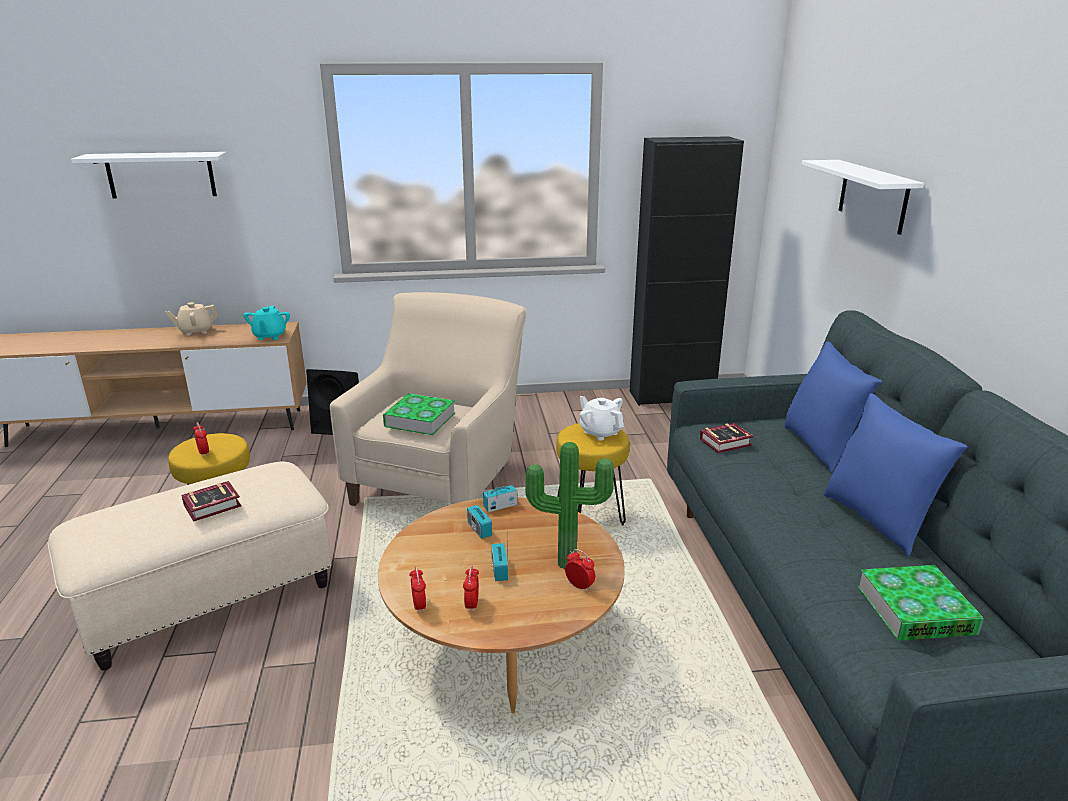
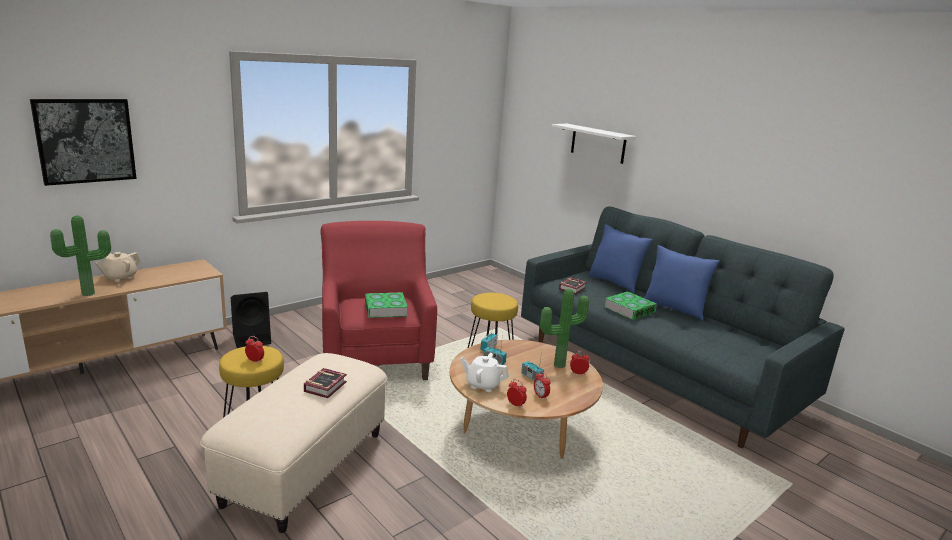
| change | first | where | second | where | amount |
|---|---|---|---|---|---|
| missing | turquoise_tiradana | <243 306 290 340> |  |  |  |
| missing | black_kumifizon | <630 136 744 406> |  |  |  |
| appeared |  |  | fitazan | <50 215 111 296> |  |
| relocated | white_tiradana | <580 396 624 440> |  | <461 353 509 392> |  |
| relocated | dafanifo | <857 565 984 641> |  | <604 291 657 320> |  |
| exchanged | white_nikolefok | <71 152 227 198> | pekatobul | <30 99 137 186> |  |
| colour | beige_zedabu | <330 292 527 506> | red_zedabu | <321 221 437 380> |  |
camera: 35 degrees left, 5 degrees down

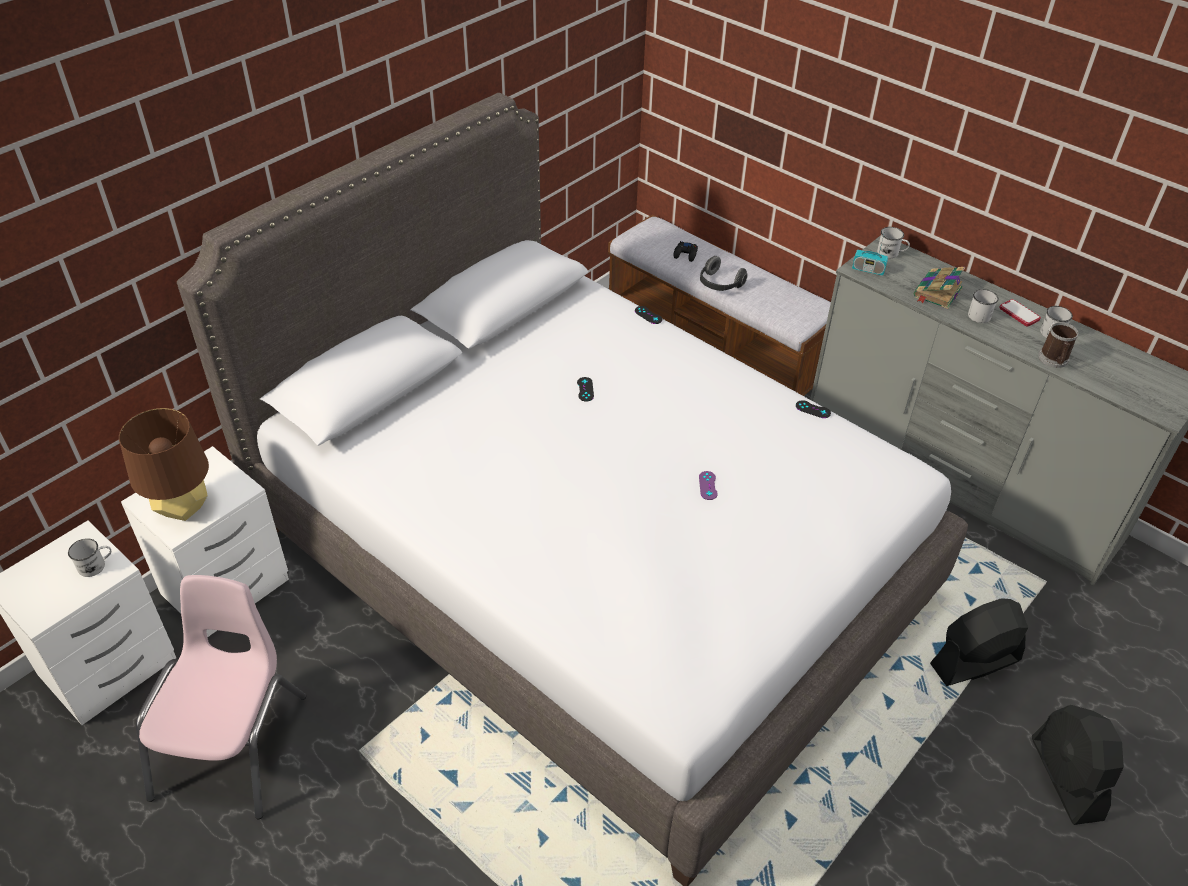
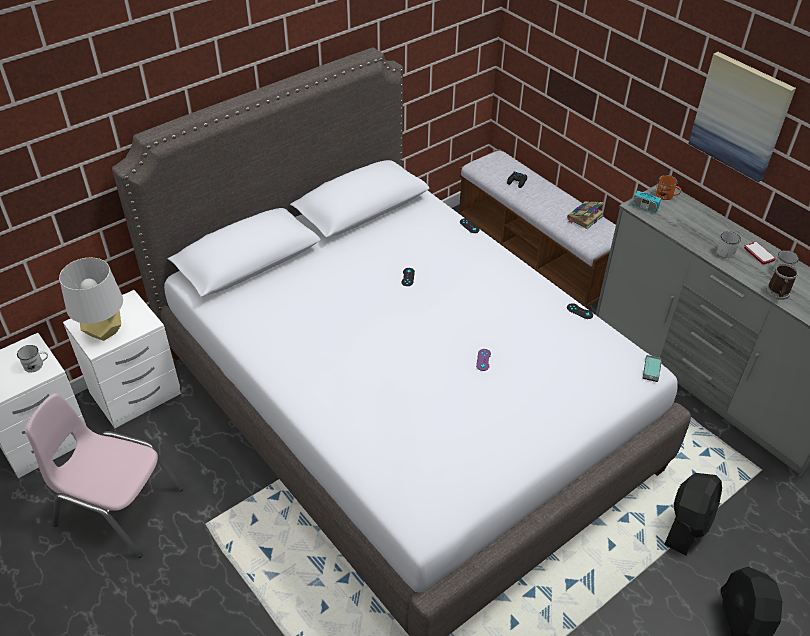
| change | first | where | second | where | amount |
|---|---|---|---|---|---|
| missing | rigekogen | <700 256 748 291> |  |  |  |
| appeared |  |  | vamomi | <643 355 662 382> |  |
| appeared |  |  | pekatobul | <688 52 796 182> |  |
| relocated | dafanifo | <914 267 965 309> |  | <567 201 604 229> |  |
| colour | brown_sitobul | <119 408 209 521> | grey_sitobul | <59 258 123 341> |  |
| colour | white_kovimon | <877 227 910 258> | orange_kovimon | <656 175 681 200> |  |
| spun | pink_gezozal | <136 575 306 819> |  | <25 393 183 558> | 90 degrees counterclockwise |
| spun | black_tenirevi | <930 598 1028 686> |  | <664 473 722 556> | 135 degrees clockwise |
camera: 10 degrees right, 0 degrees up

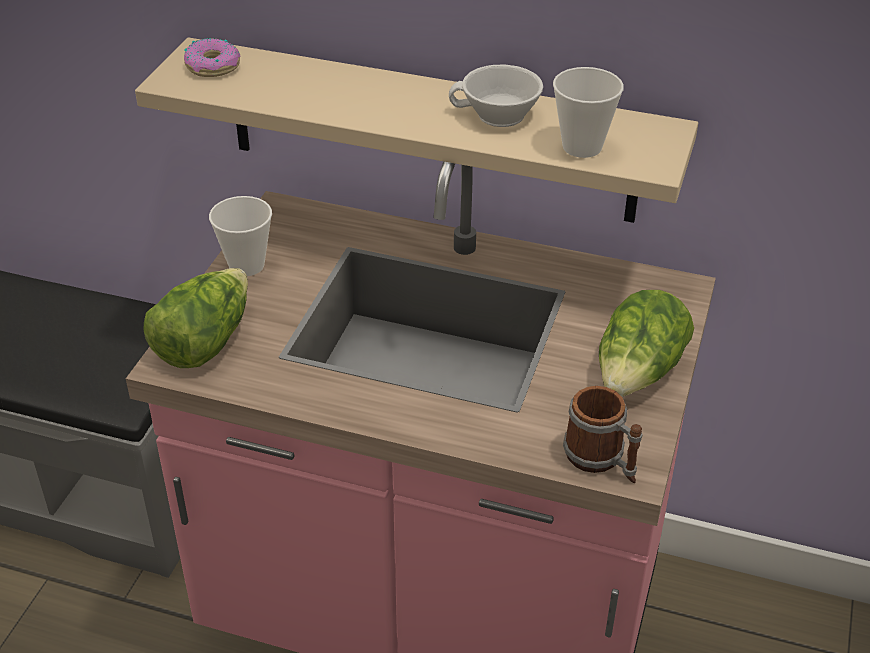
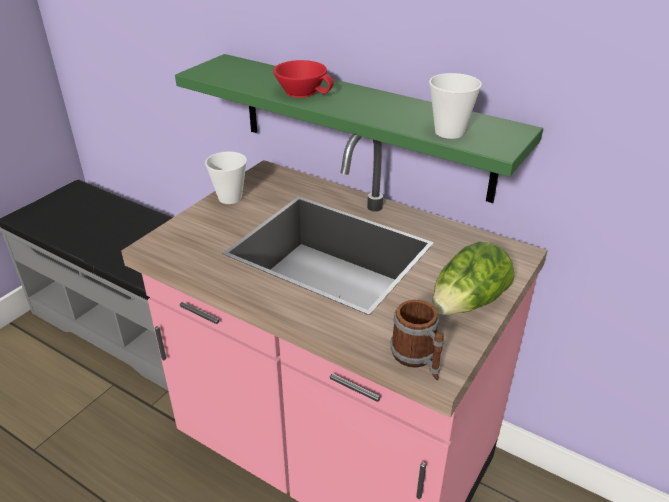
| change | first | where | second | where | amount |
|---|---|---|---|---|---|
| missing | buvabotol | <143 268 248 368> |  |  |  |
| missing | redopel | <184 38 241 77> |  |  |  |
| missing | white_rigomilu | <449 65 543 127> |  |  |  |
| appeared |  |  | red_rigomilu | <273 60 333 98> |  |
| colour | beige_nikolefok | <135 37 698 223> | green_nikolefok | <175 54 543 203> |  |
camera: 15 degrees right, 5 degrees down

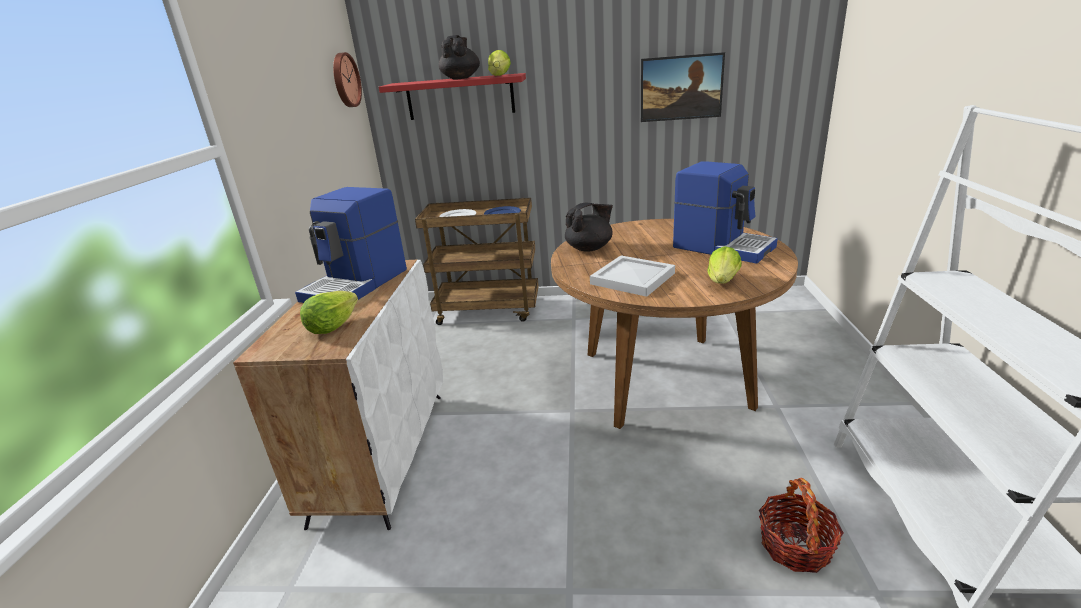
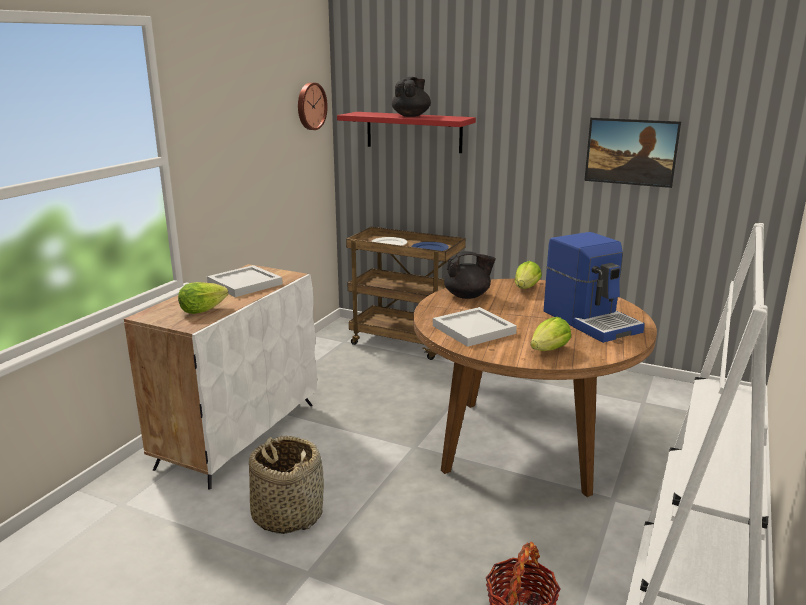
| change | first | where | second | where | amount |
|---|---|---|---|---|---|
| appeared |  |  | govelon | <249 436 324 534> |  |
| relocated | buvabotol | <488 50 511 76> |  | <515 261 542 289> |  |
| exchanged | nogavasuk | <295 187 407 303> | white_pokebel | <207 265 282 297> |  |
camera: 20 degrees right, 5 degrees down

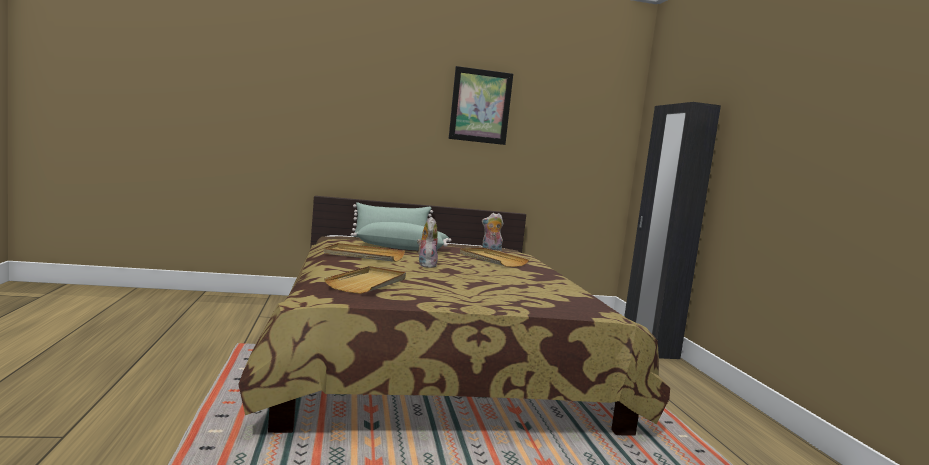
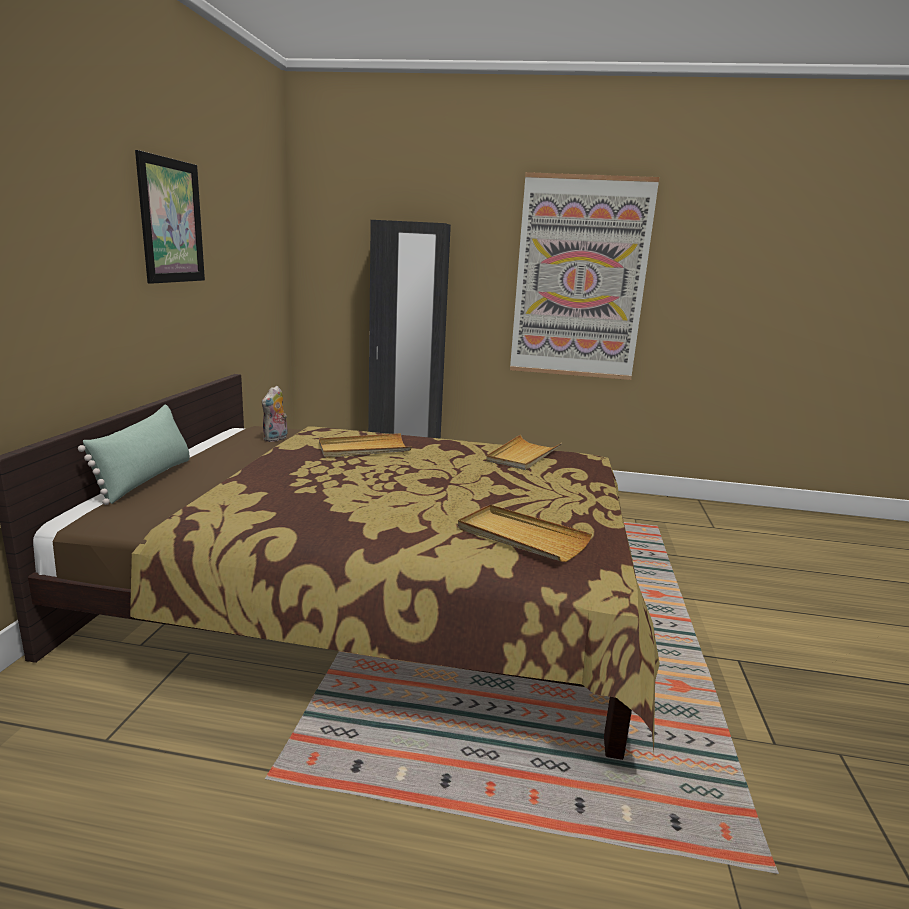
| change | first | where | second | where | amount |
|---|---|---|---|---|---|
| missing | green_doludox | <353 222 451 250> |  |  |  |
| missing | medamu | <417 217 438 268> |  |  |  |
| appeared |  |  | pekatobul | <510 172 660 380> |  |
| relocated | beige_pokebel | <324 243 405 262> |  | <486 435 562 470> |  |
camera: 70 degrees left, 10 degrees up

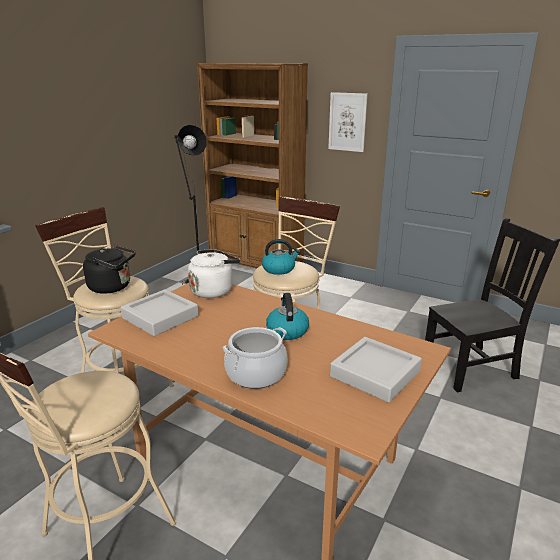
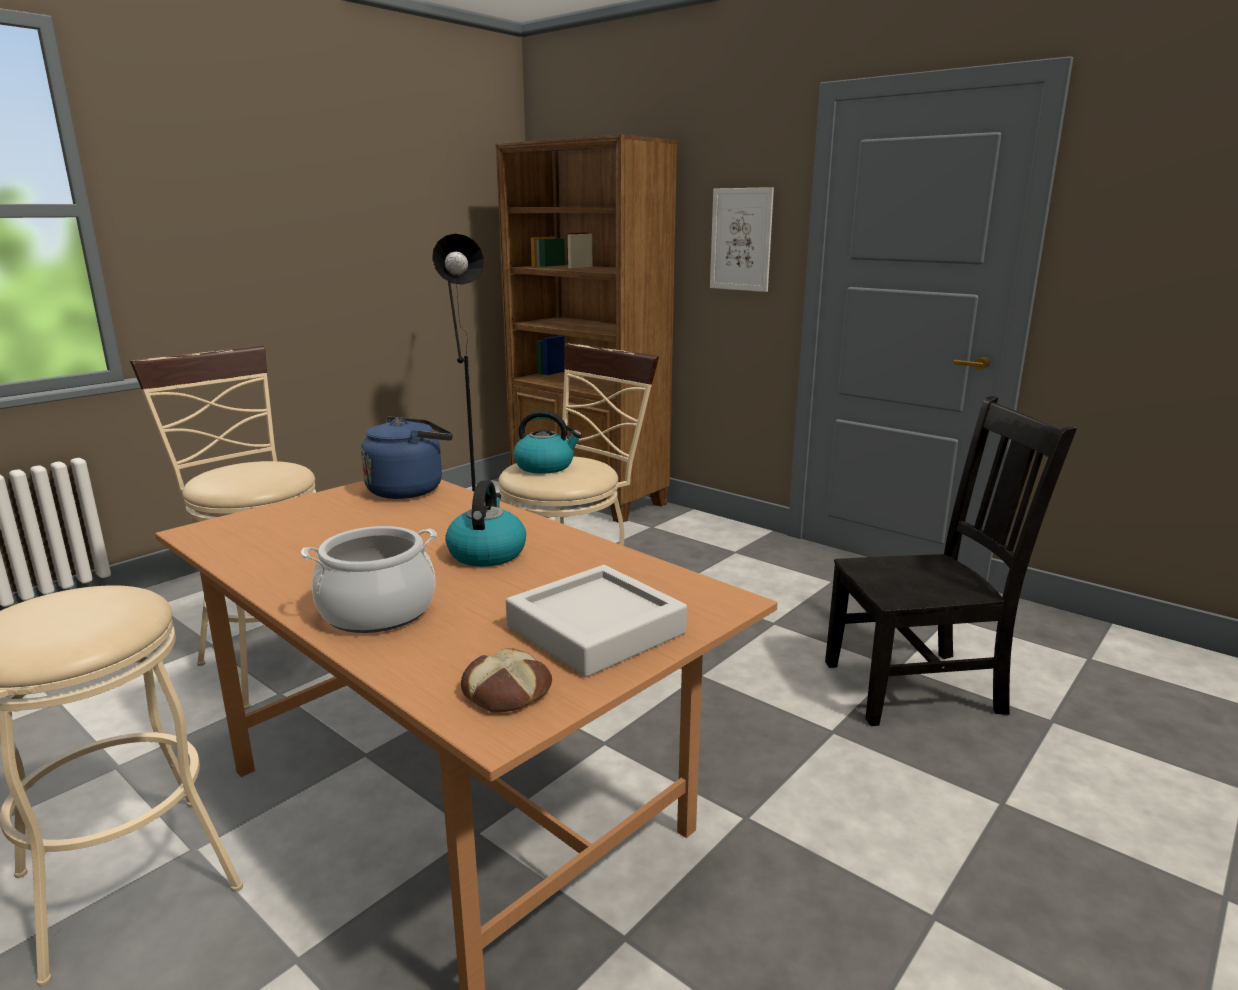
| change | first | where | second | where | amount |
|---|---|---|---|---|---|
| missing | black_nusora | <83 245 136 294> |  |  |  |
| missing | grey_pokebel | <121 289 199 336> |  |  |  |
| appeared |  |  | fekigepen | <461 648 552 713> |  |
| colour | white_nusora | <188 249 240 298> | blue_nusora | <361 416 453 499> |  |
camera: 10 degrees right, 5 degrees down

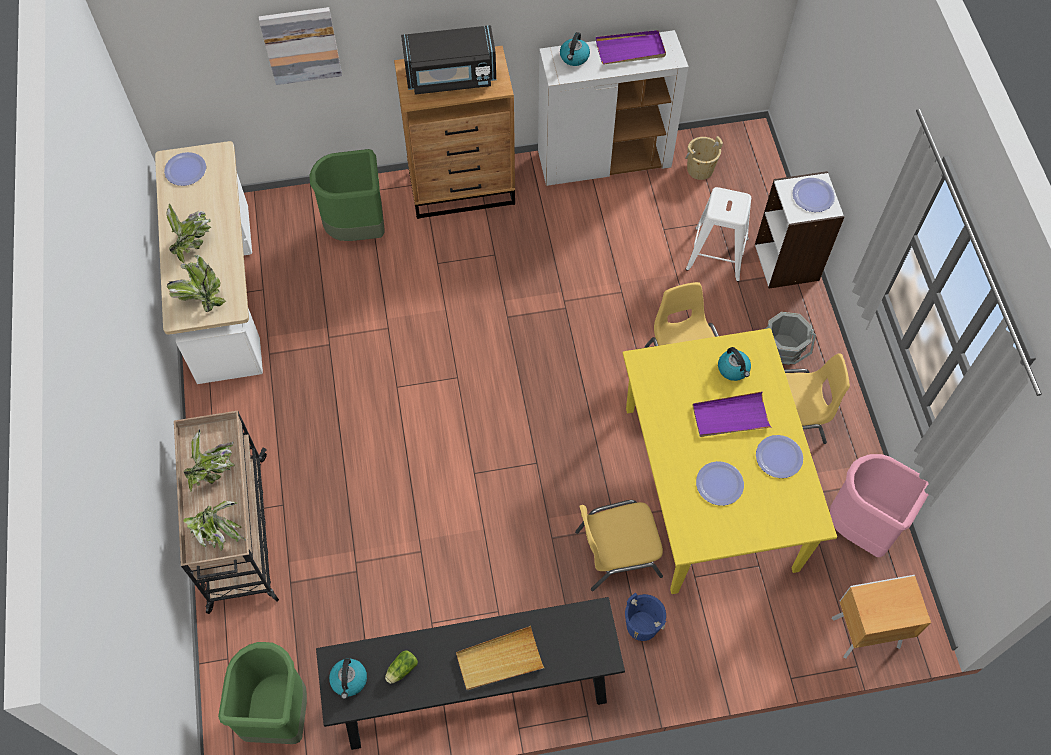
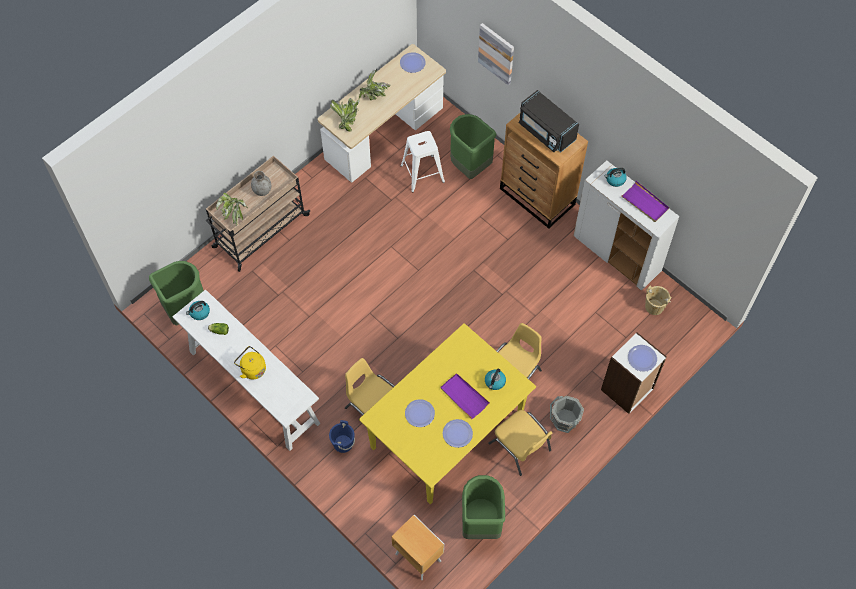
| change | first | where | second | where | amount |
|---|---|---|---|---|---|
| relocated | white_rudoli | <686 187 751 282> |  | <400 131 445 192> |  |
| exchanged | fitazan | <184 429 235 493> | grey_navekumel | <251 171 271 196> |  |
| exchanged | beige_pokebel | <456 626 544 690> | yellow_nusora | <234 346 266 380> |  |
| colour | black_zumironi | <316 597 625 750> | white_zumironi | <172 289 320 451> |  |
| colour | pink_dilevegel | <830 454 929 557> | green_dilevegel | <462 475 505 539> |  |
camera: 55 degrees right, 0 degrees up

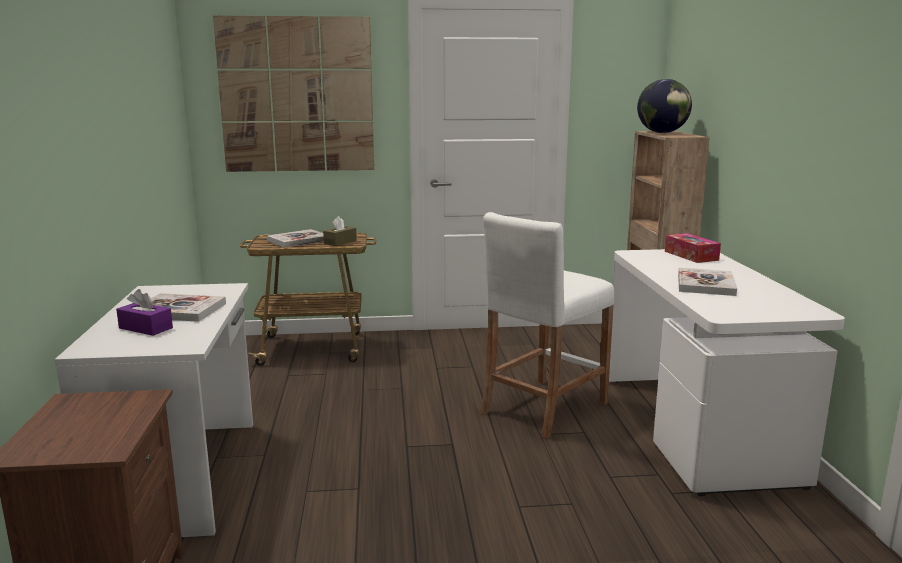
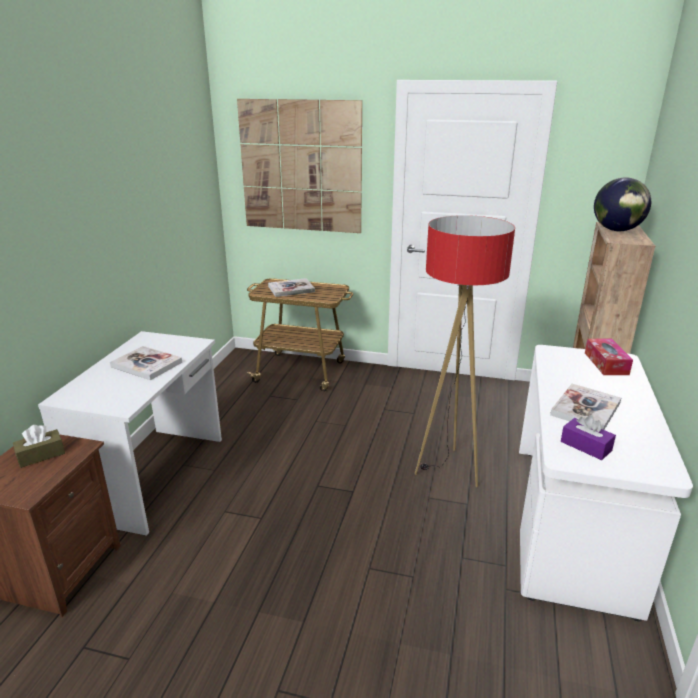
| change | first | where | second | where | amount |
|---|---|---|---|---|---|
| relocated | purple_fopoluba | <116 289 173 336> |  | <561 415 616 460> |  |
| relocated | brown_fopoluba | <323 216 357 246> |  | <13 425 65 468> |  |
| exchanged | white_rudoli | <481 212 615 439> | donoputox | <415 215 515 487> |  |
camera: 20 degrees right, 10 degrees up

